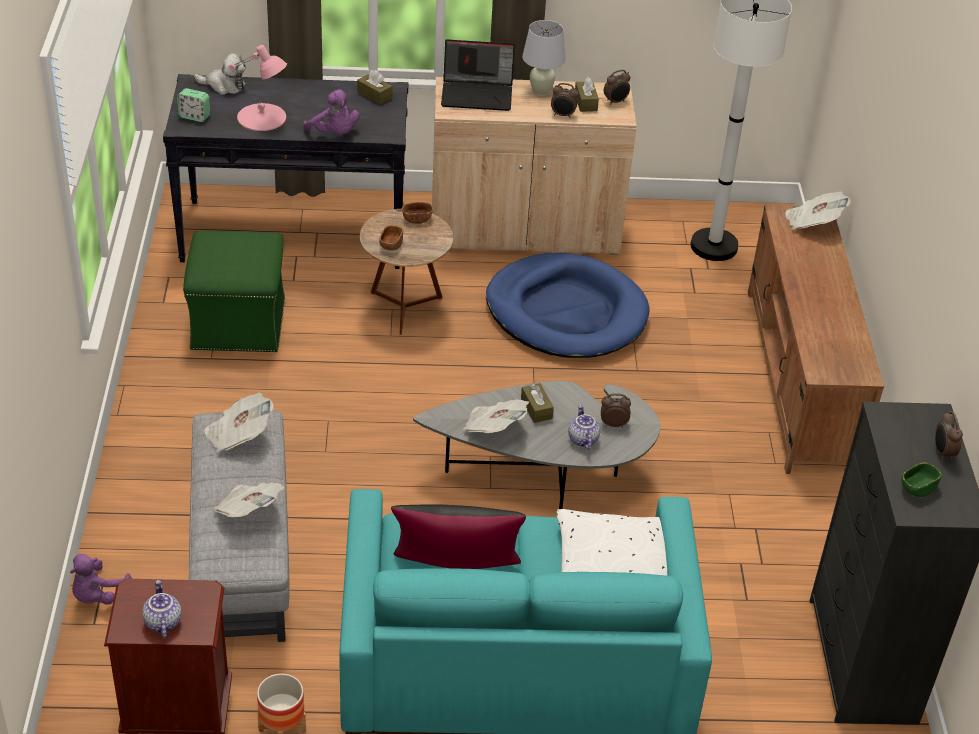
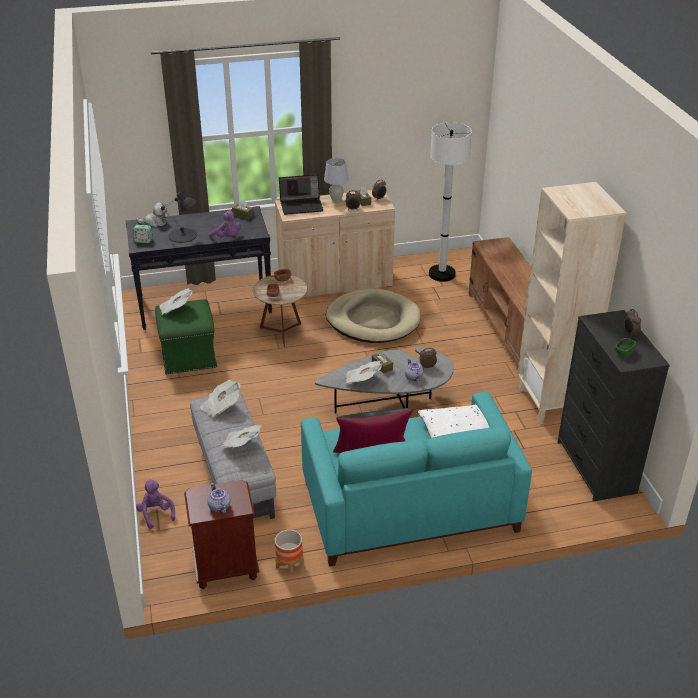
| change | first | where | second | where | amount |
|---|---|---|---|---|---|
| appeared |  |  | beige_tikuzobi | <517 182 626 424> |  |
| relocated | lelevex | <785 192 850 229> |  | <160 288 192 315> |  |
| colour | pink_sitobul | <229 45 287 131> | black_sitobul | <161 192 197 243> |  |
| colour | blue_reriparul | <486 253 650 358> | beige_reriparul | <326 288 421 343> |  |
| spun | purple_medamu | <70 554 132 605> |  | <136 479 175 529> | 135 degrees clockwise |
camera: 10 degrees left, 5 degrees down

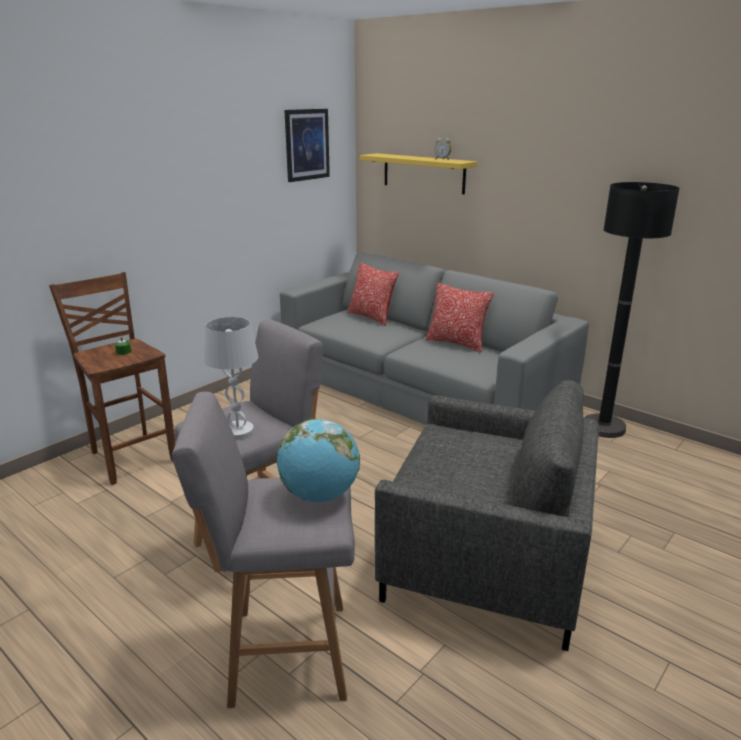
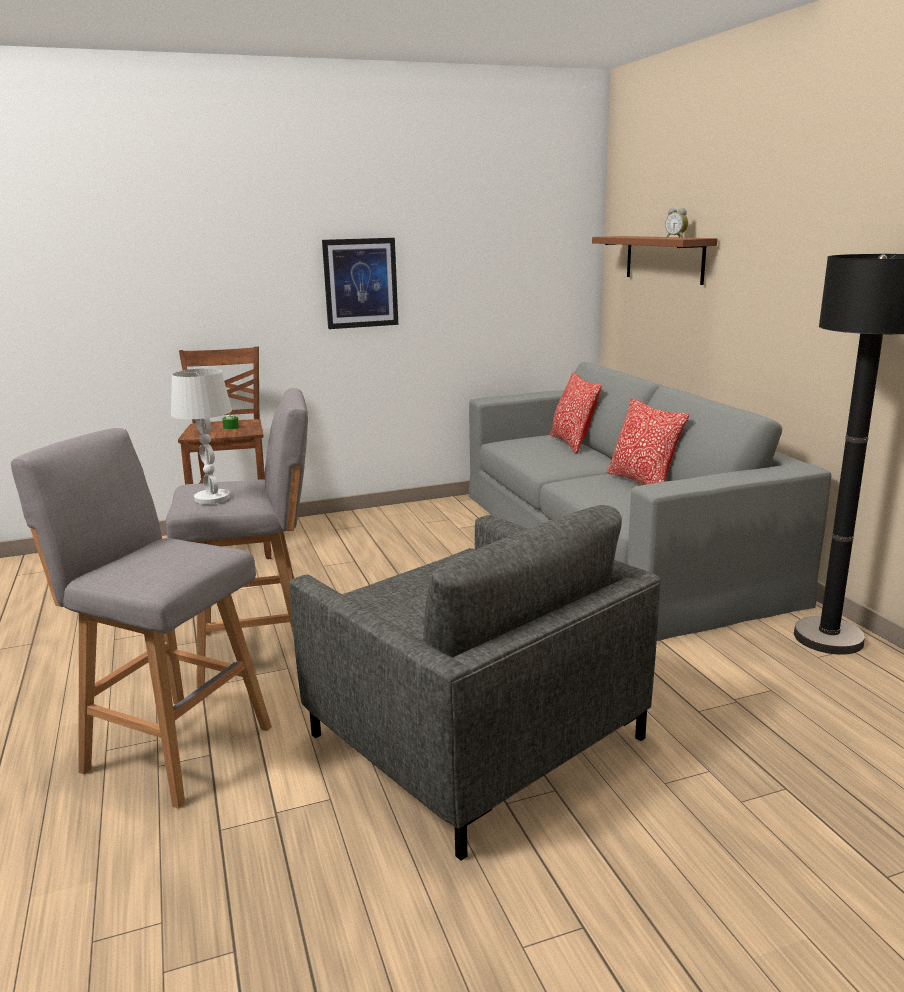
| change | first | where | second | where | amount |
|---|---|---|---|---|---|
| missing | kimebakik | <277 419 360 502> |  |  |  |
| relocated | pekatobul | <284 109 330 182> |  | <322 238 398 329> |  |
| colour | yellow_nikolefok | <360 153 477 194> | brown_nikolefok | <592 236 718 285> |  |
camera: 30 degrees right, 5 degrees down

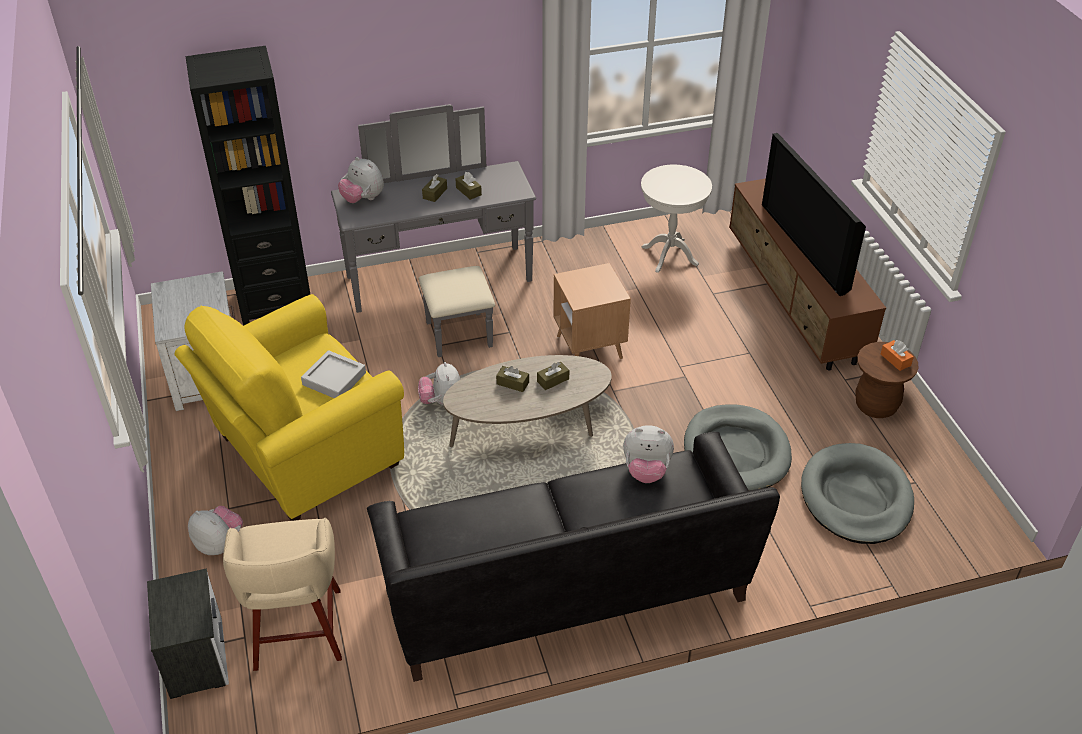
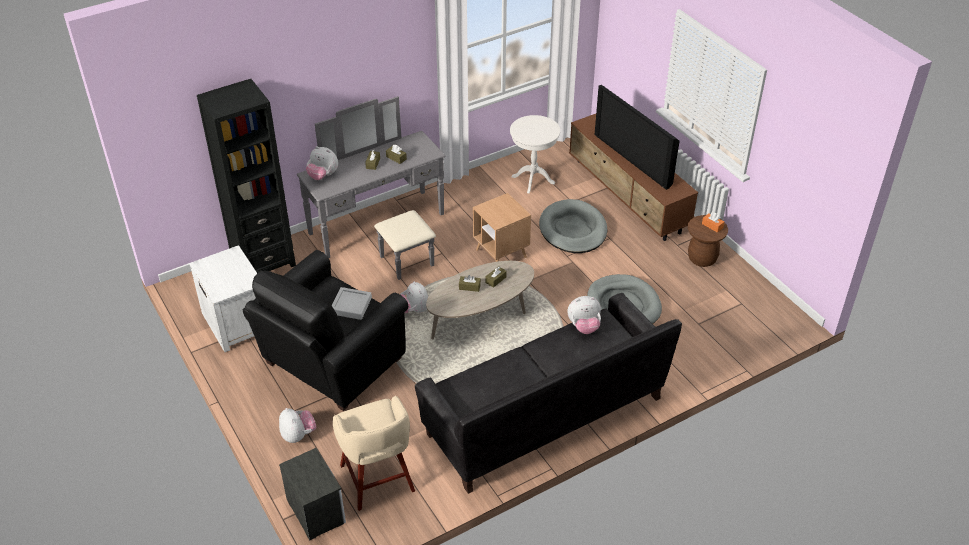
| change | first | where | second | where | amount |
|---|---|---|---|---|---|
| relocated | grey_reriparul | <801 443 914 544> |  | <539 199 607 253> |  |
| colour | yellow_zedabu | <174 294 404 521> | black_zedabu | <243 250 408 411> |  |
| spun | medamu | <188 506 243 555> |  | <279 408 316 443> | 45 degrees clockwise |
camera: 15 degrees left, 0 degrees up

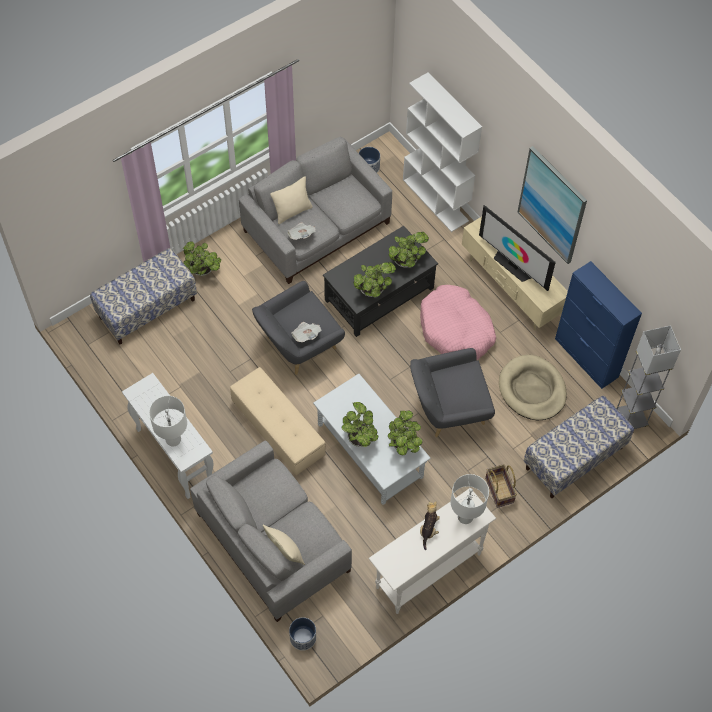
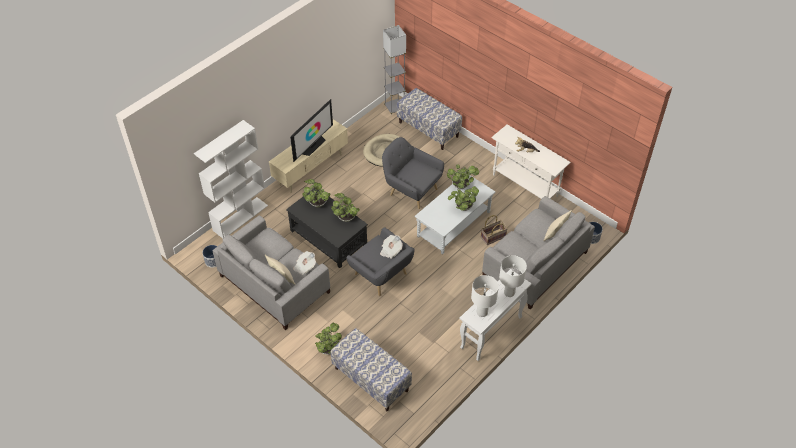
| change | first | where | second | where | amount |
|---|---|---|---|---|---|
| missing | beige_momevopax | <230 367 326 476> |  |  |  |
| missing | pink_reriparul | <420 285 496 360> |  |  |  |
| missing | pekatobul | <518 146 587 264> |  |  |  |
| missing | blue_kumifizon | <555 261 642 389> |  |  |  |
| relocated | white_sitobul | <451 474 489 524> |  | <471 275 499 317> |  |
| relocated | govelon | <485 464 517 508> |  | <481 215 508 245> |  |
| spun | grey_zedabu | <410 348 495 437> |  | <382 137 444 209> | 150 degrees clockwise |
camera: 100 degrees left, 10 degrees down

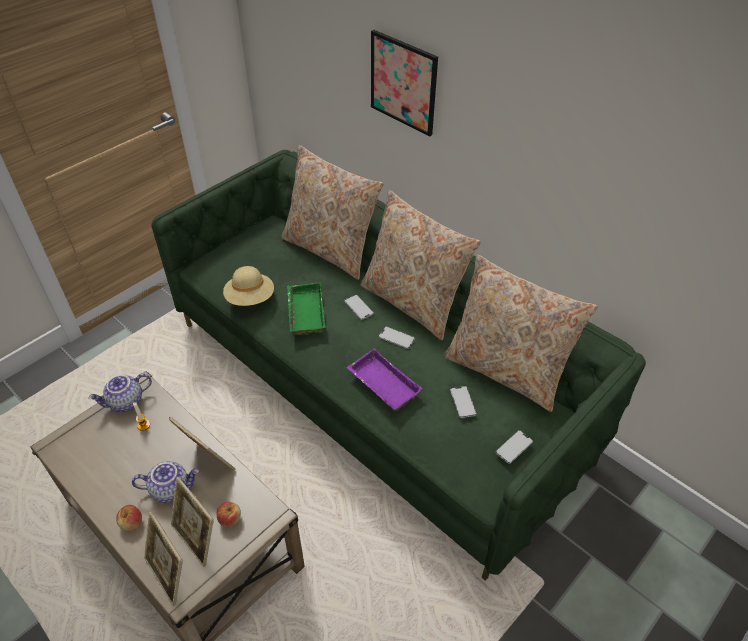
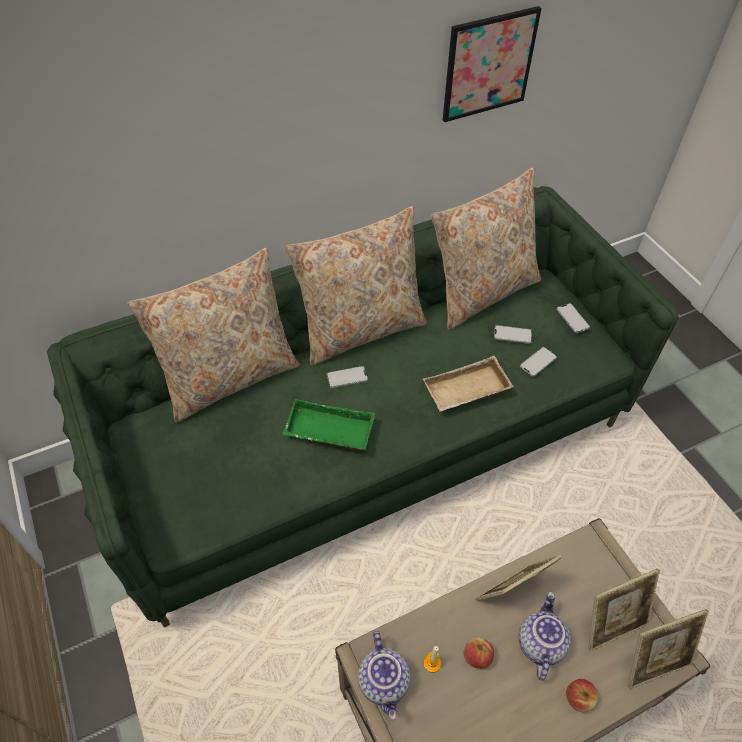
| change | first | where | second | where | amount |
|---|---|---|---|---|---|
| missing | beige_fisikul | <223 266 274 306> |  |  |  |
| relocated | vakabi | <217 502 241 527> |  | <463 637 494 669> |  |
| relocated | pekatobul | <371 30 438 136> |  | <443 6 542 122> |  |
| relocated | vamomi | <379 327 415 349> |  | <520 347 557 377> |  |
| colour | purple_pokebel | <347 348 423 411> | beige_pokebel | <423 356 514 412> |  |
camera: 70 degrees left, 5 degrees up

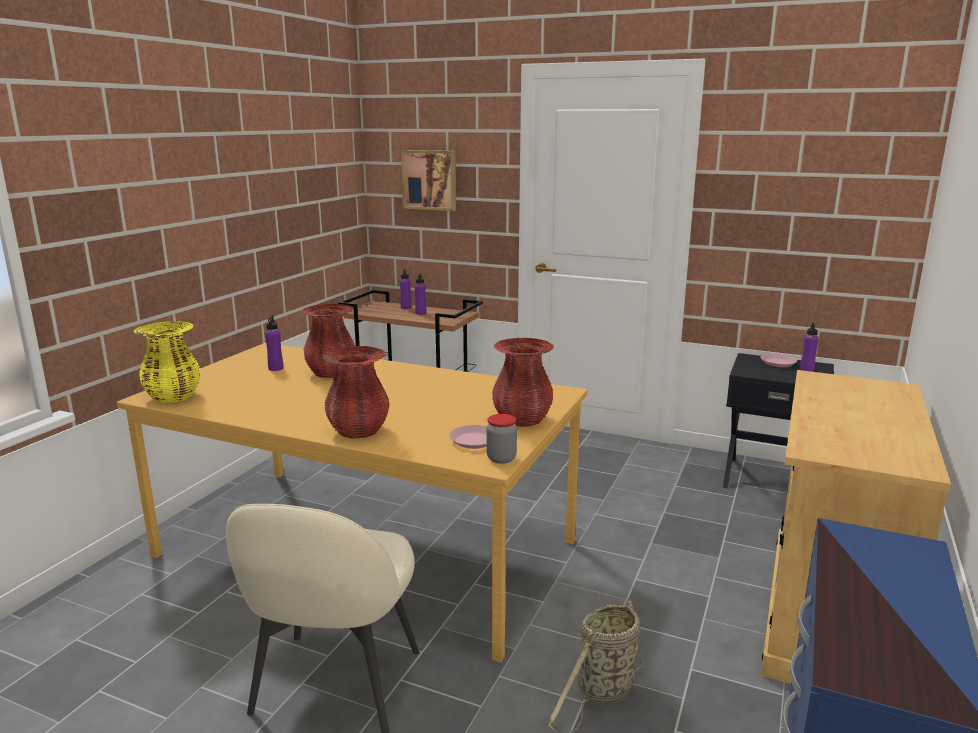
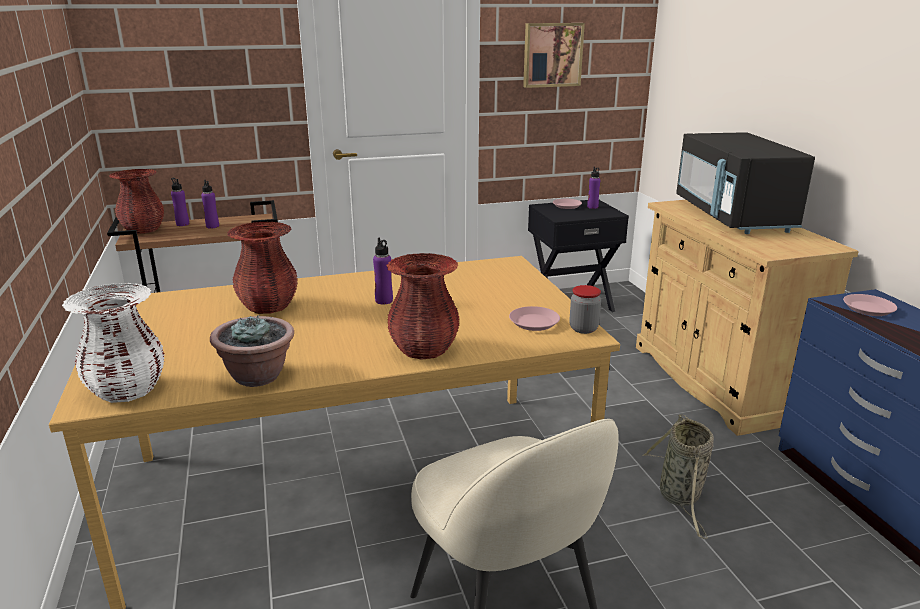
| change | first | where | second | where | amount |
|---|---|---|---|---|---|
| appeared |  |  | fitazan | <210 315 294 387> |  |
| appeared |  |  | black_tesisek | <676 132 815 234> |  |
| appeared |  |  | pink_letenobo | <843 294 897 316> |  |
| relocated | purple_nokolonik | <265 316 283 371> |  | <373 238 393 304> |  |
| relocated | pekatobul | <401 150 456 211> |  | <523 23 585 88> |  |
| relocated | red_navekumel | <492 338 554 427> |  | <109 169 164 234> |  |
| colour | yellow_navekumel | <134 321 201 403> | white_navekumel | <62 283 165 403> |  |
camera: 40 degrees left, 5 degrees up

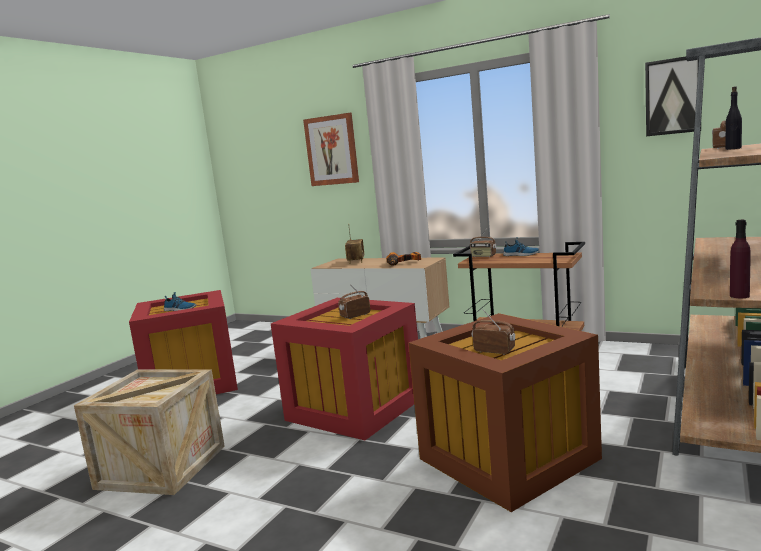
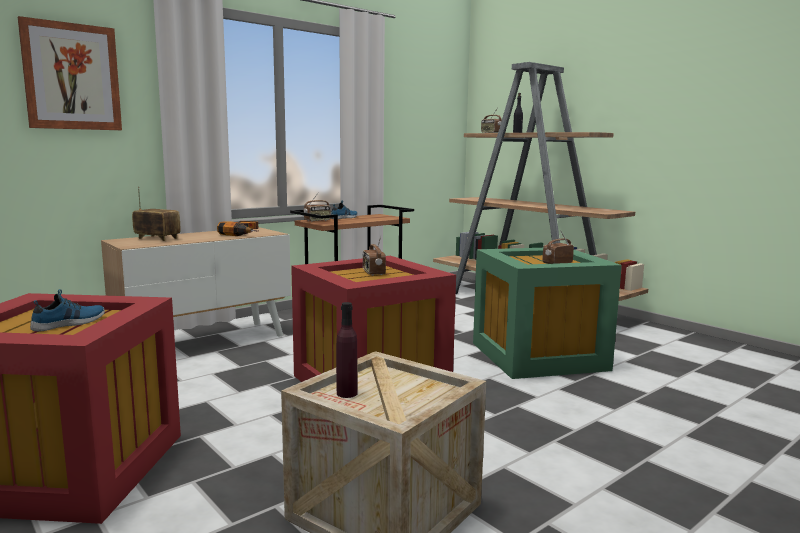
| change | first | where | second | where | amount |
|---|---|---|---|---|---|
| missing | pekatobul | <645 56 699 136> |  |  |  |
| relocated | purple_nokolonik | <730 220 751 298> |  | <336 302 358 398> |  |
| colour | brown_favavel | <409 313 602 512> | green_favavel | <473 248 622 379> |  |
camera: 70 degrees left, 0 degrees up

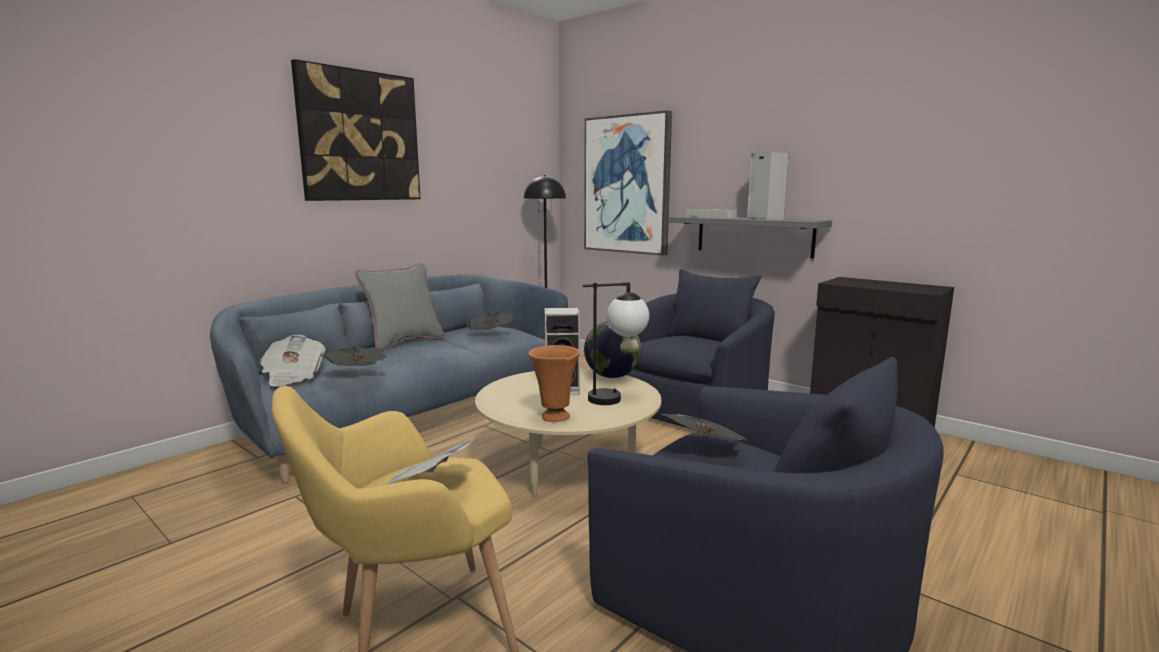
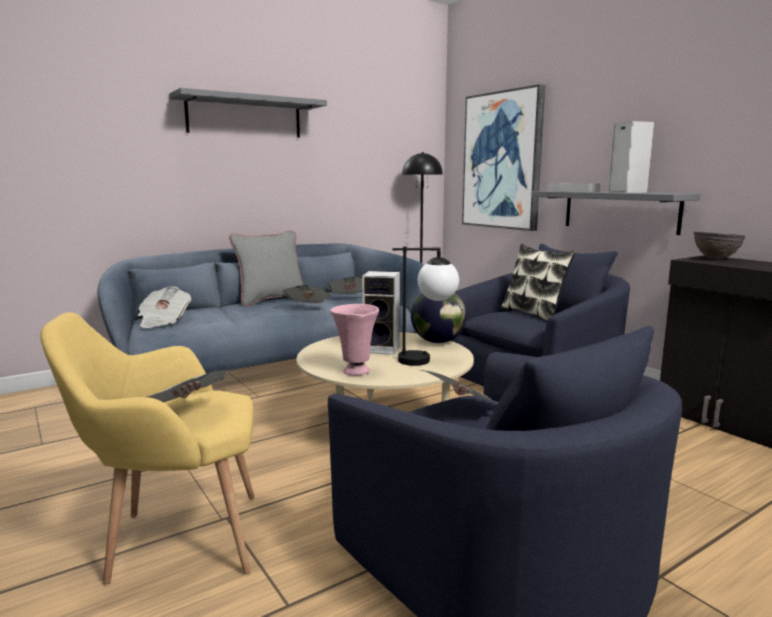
| change | first | where | second | where | amount |
|---|---|---|---|---|---|
| appeared |  |  | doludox | <501 244 575 321> |  |
| appeared |  |  | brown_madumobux | <693 232 746 260> |  |
| relocated | lelevex | <321 347 386 366> |  | <282 285 331 303> |  |
| exchanged | pekatobul | <291 59 420 201> | grey_nikolefok | <169 88 327 138> |  |
| colour | orange_navekumel | <529 345 580 422> | pink_navekumel | <330 304 379 375> |  |
camera: 15 degrees right, 0 degrees up

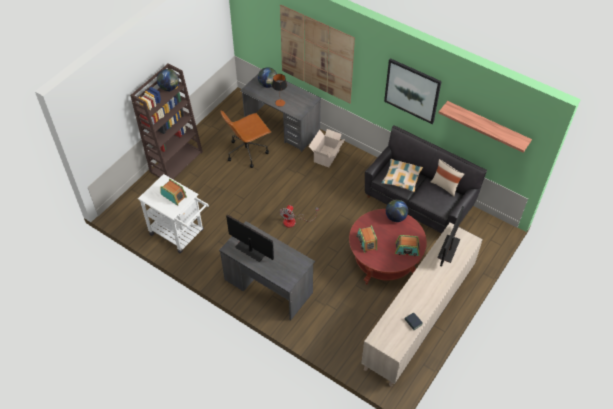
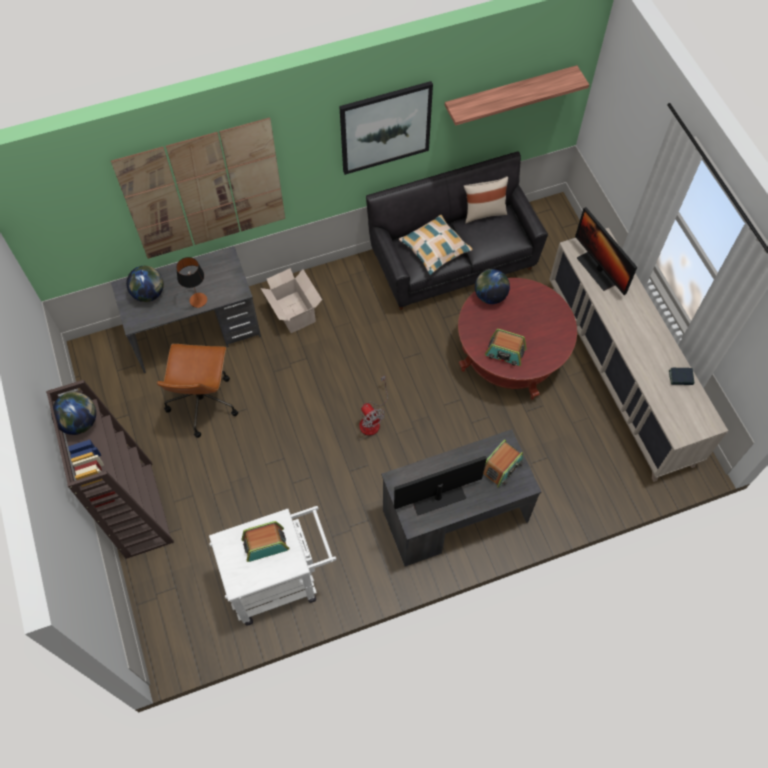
| change | first | where | second | where | amount |
|---|---|---|---|---|---|
| relocated | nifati | <395 235 420 256> |  | <483 440 523 488> |  |
camera: 55 degrees left, 10 degrees up

